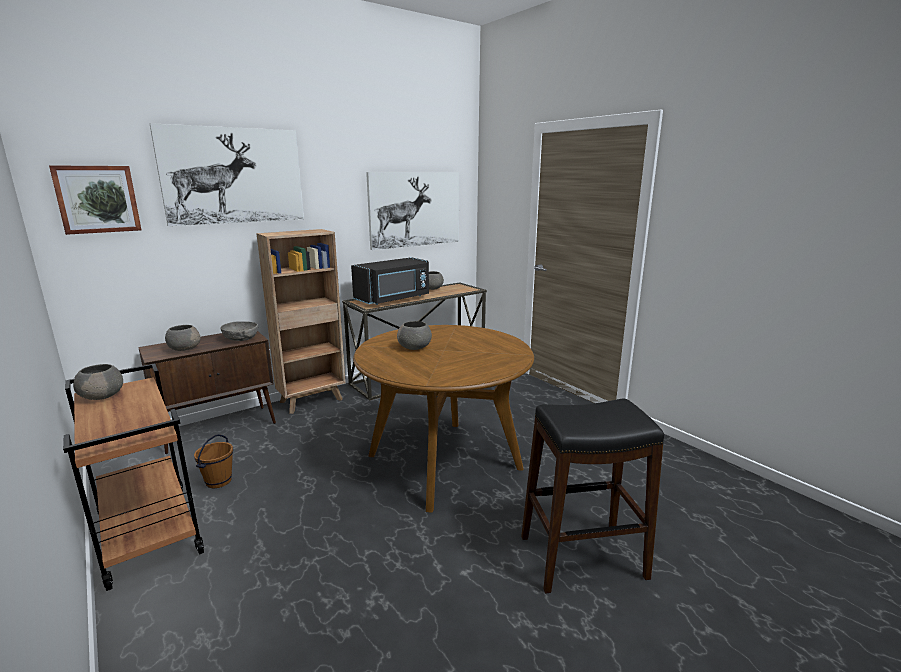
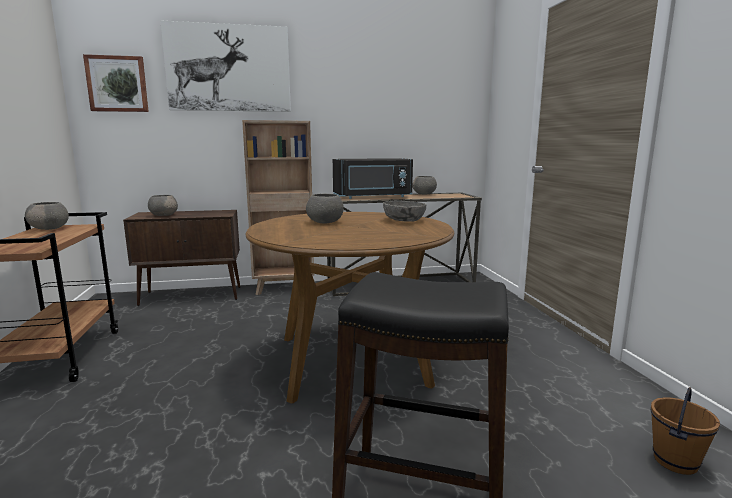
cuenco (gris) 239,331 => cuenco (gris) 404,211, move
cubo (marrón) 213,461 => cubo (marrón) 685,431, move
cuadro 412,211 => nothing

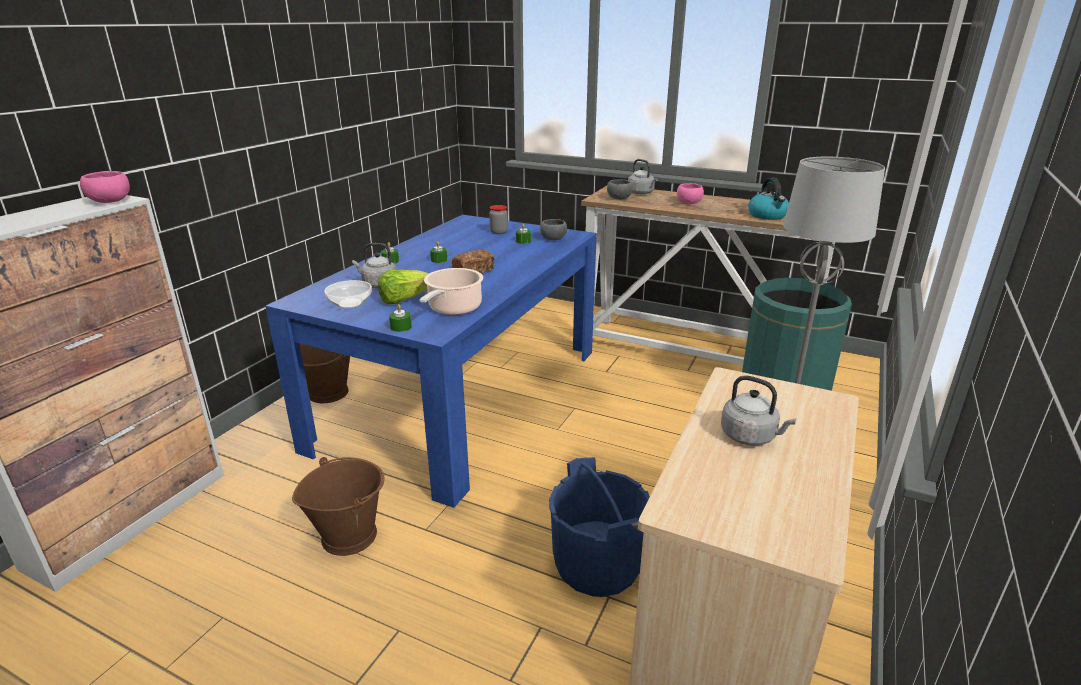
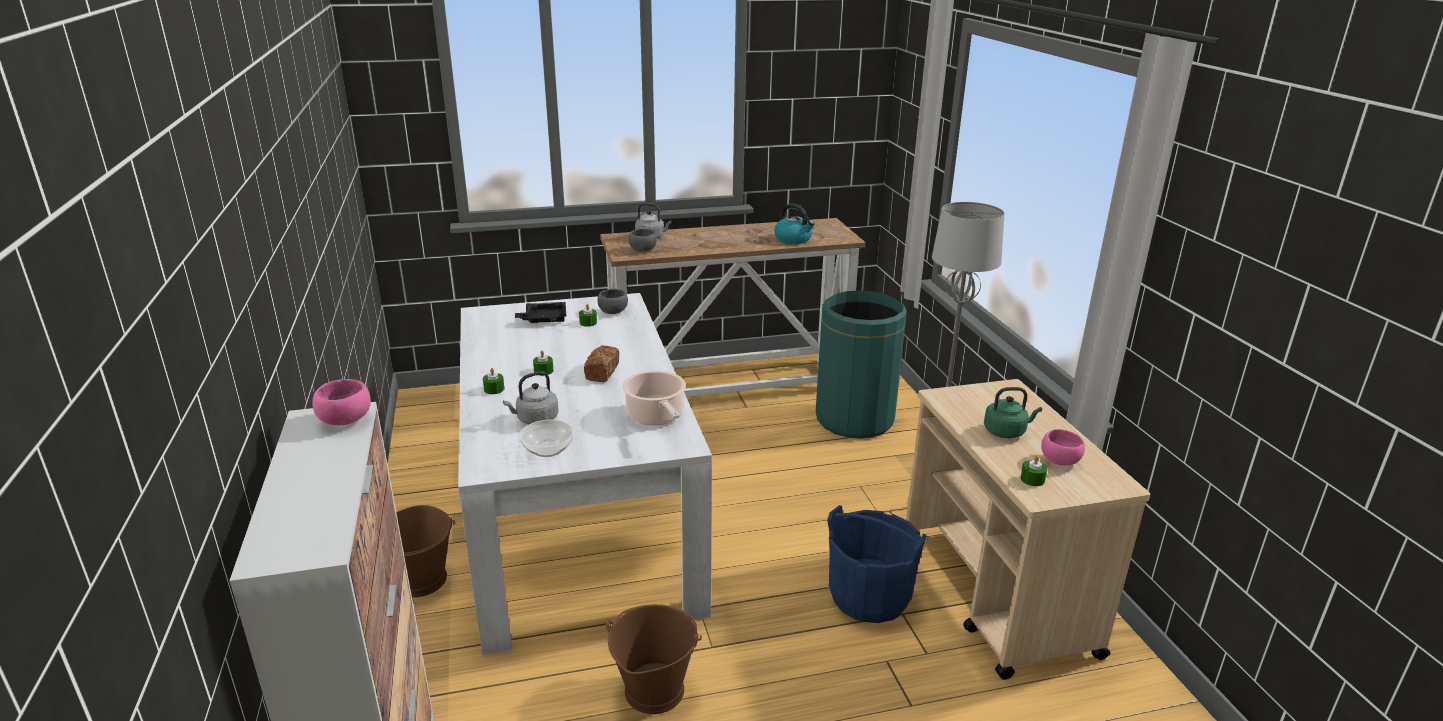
mesa de comedor (azul) 431,361 => mesa de comedor (blanco) 585,474
tarro 498,219 => bandeja (negro) 540,312
hervidor (gris) 758,411 => hervidor (verde) 1013,412
vela (verde) 400,318 => vela (verde) 1033,471, move
cuenco (rosa) 690,193 => cuenco (rosa) 1063,447, move
lechuga 403,287 => nothing

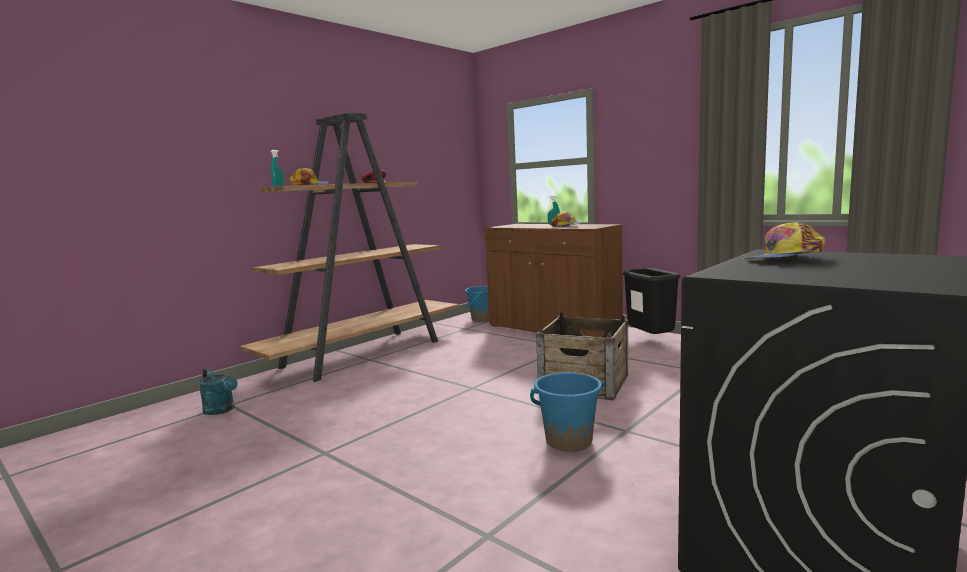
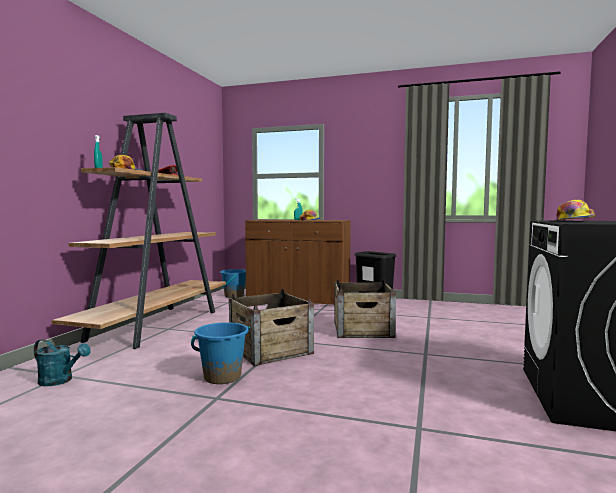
cubo (azul) 567,412 => cubo (azul) 220,353, move
nothing => caja de embalaje 271,327

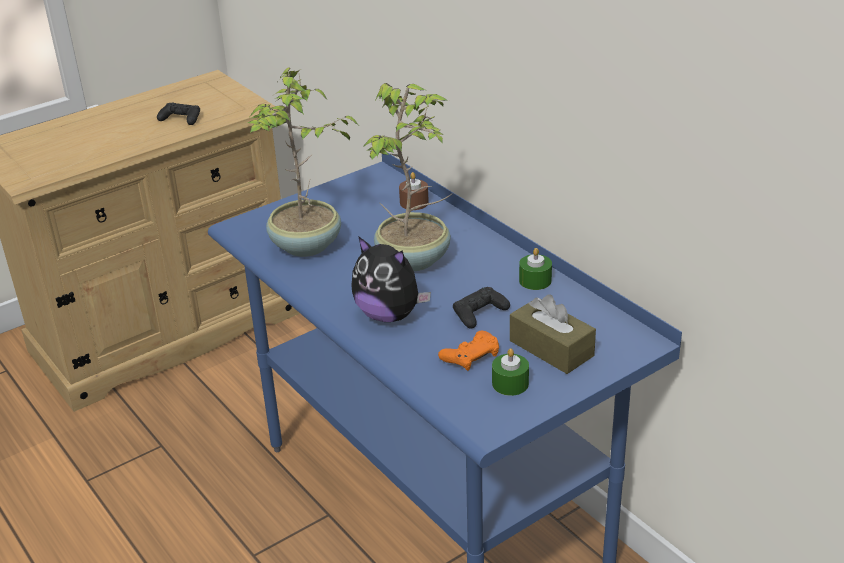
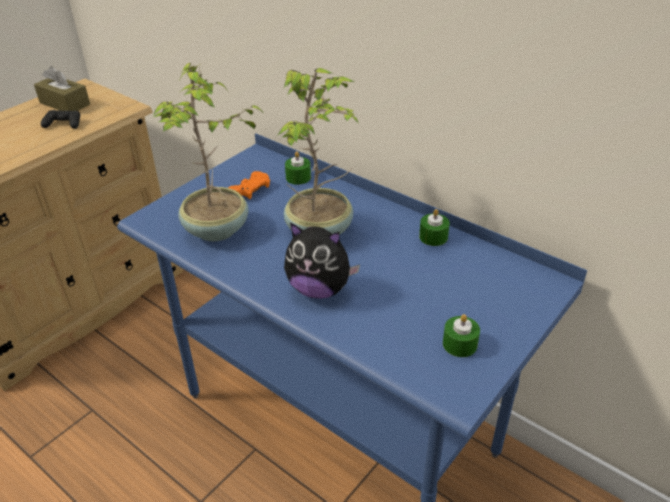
caja de pañuelos (marrón) 553,334 => caja de pañuelos (marrón) 62,88, move
mando de consola (naranja) 468,351 => mando de consola (naranja) 249,185, move
vela (marrón) 414,191 => vela (verde) 298,168
mando de consola (negro) 481,308 => nothing

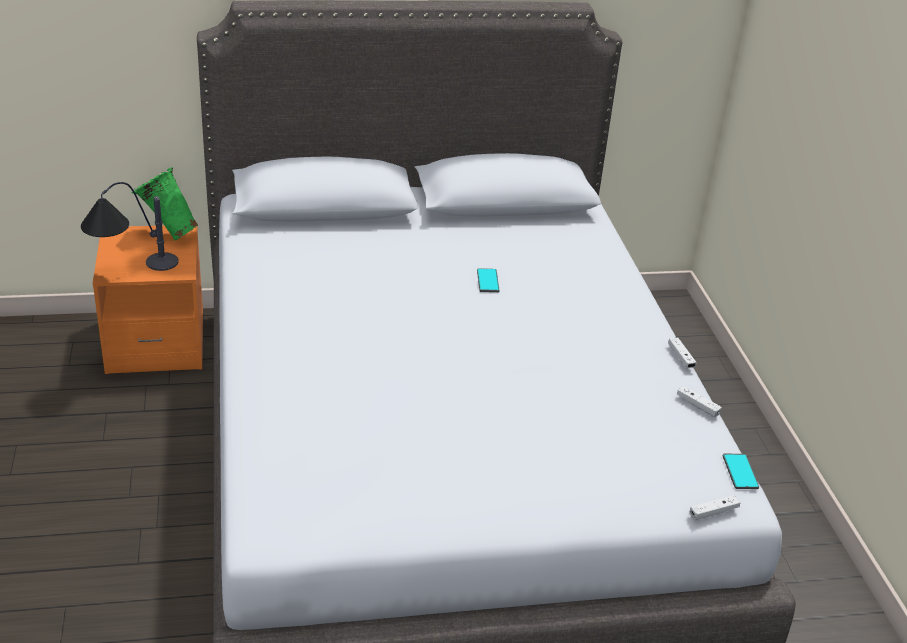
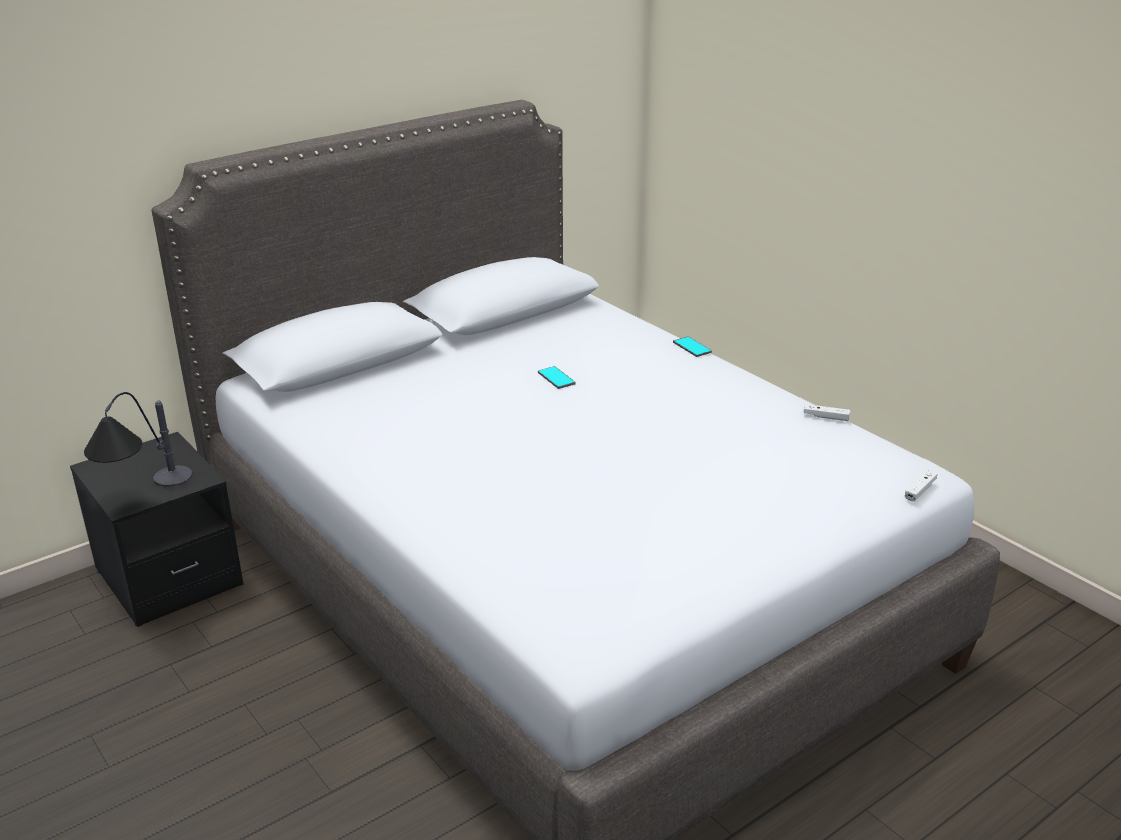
mesita de noche (naranja) 147,300 => mesita de noche (negro) 157,529
móvil 741,471 => móvil 692,346, move
florero (verde) 164,204 => nothing
mando de consola (blanco) 682,352 => nothing

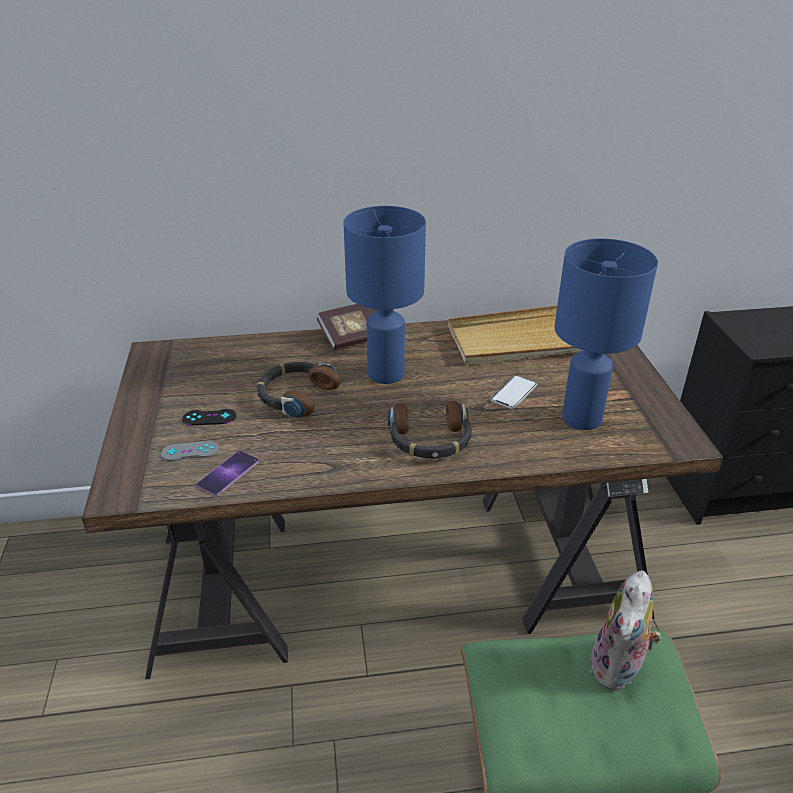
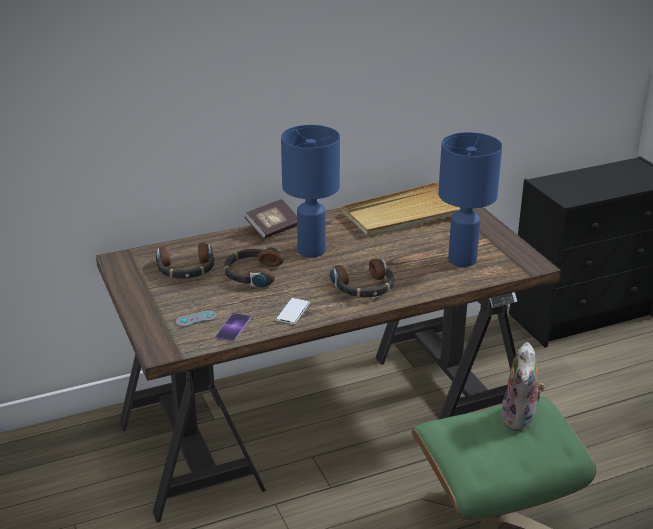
nothing => auriculares 184,261
móvil 513,392 => móvil 292,311, move
mando de consola (negro) 209,417 => nothing

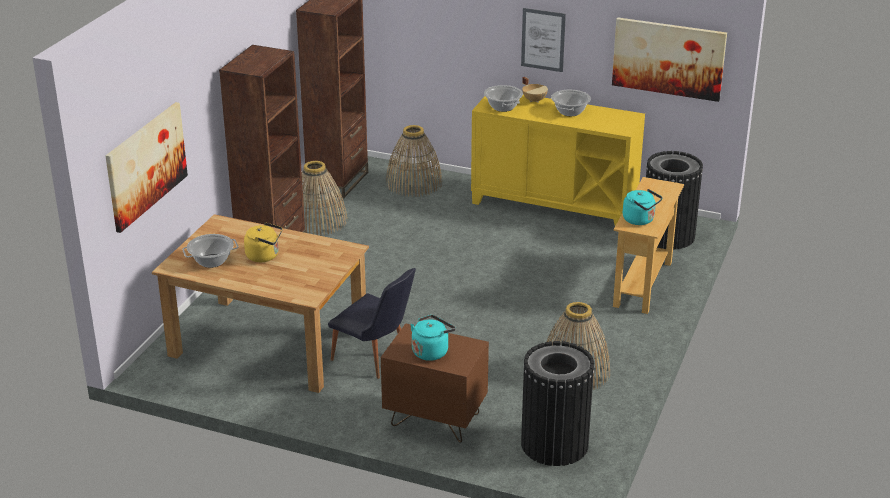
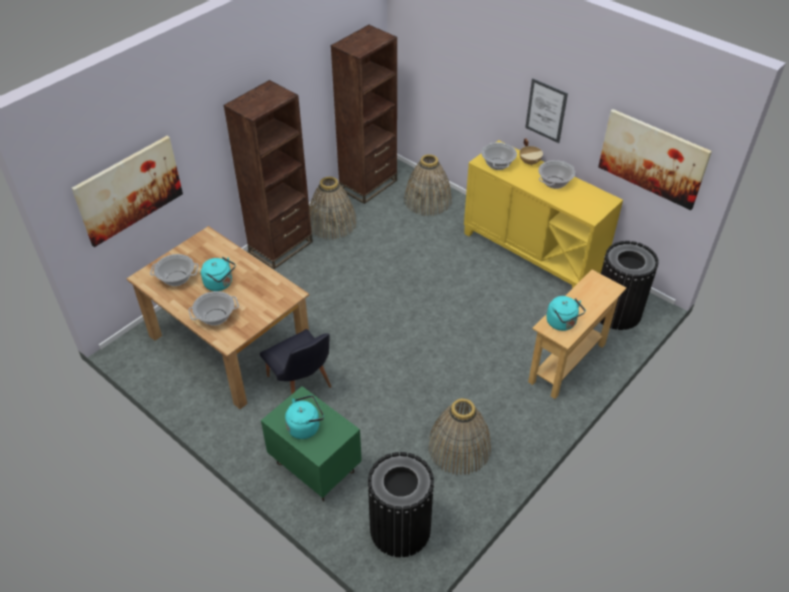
nothing => olla 213,308
hervidor (amarillo) 263,242 => hervidor (turquesa) 218,274
mesita de noche (marrón) 435,383 => mesita de noche (verde) 311,443

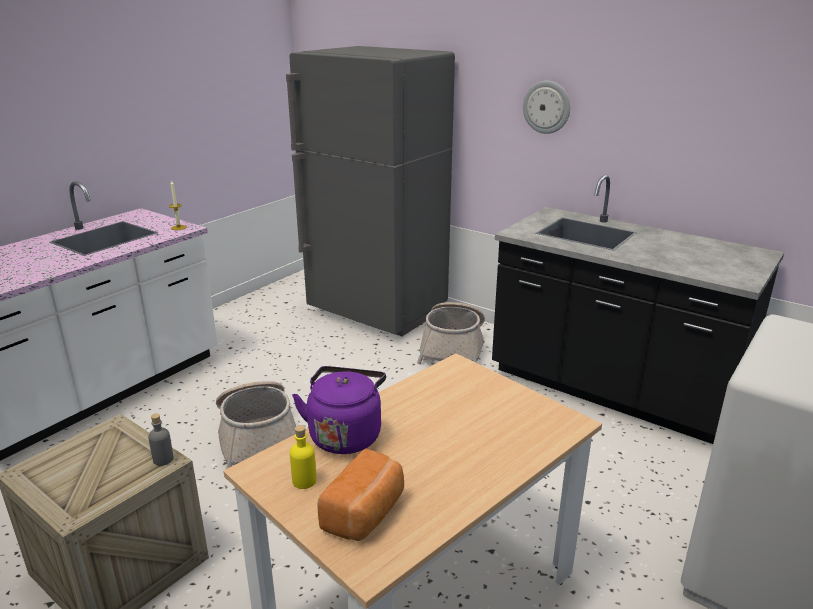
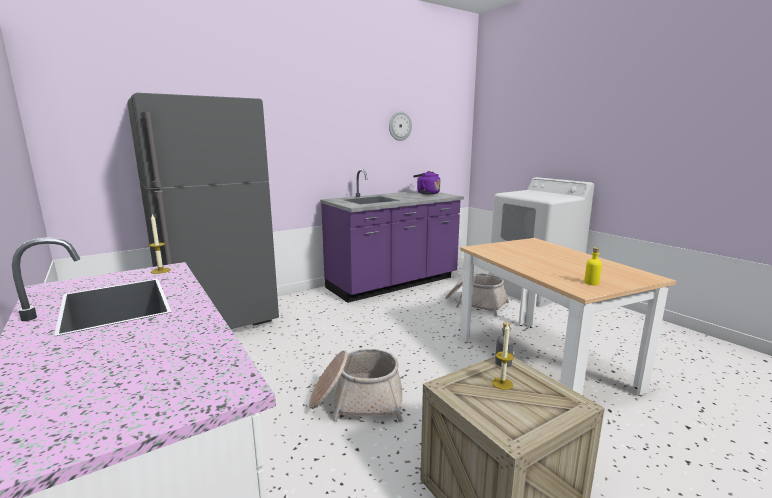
mueble bajo de cocina (negro) 638,309 => mueble bajo de cocina (morado) 392,236
reloj de pared 546,107 => reloj de pared 400,126, move
hervidor (morado) 339,410 => hervidor (morado) 426,183, move
cesta 451,333 => cesta 477,295, move
nothing => vela 503,357
pan 361,495 => nothing

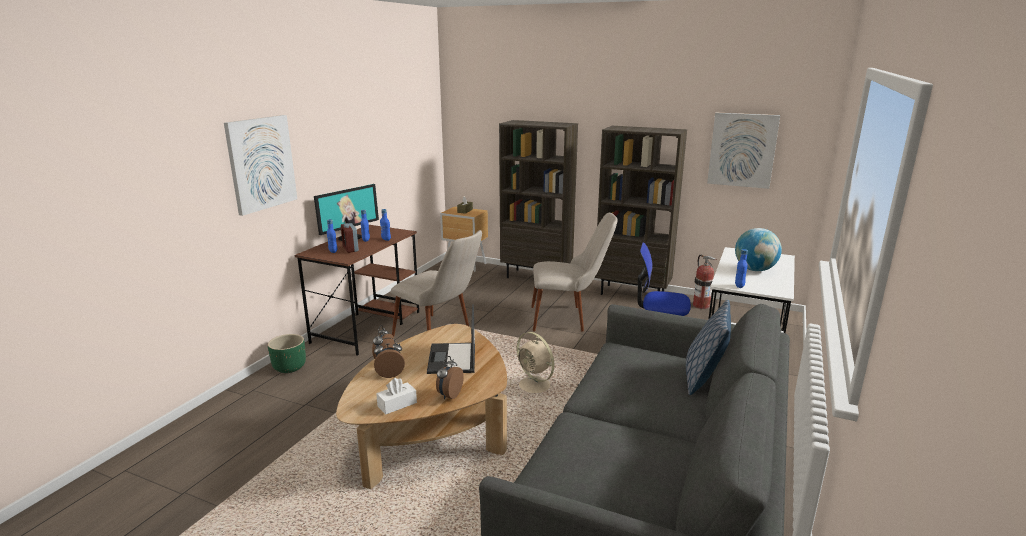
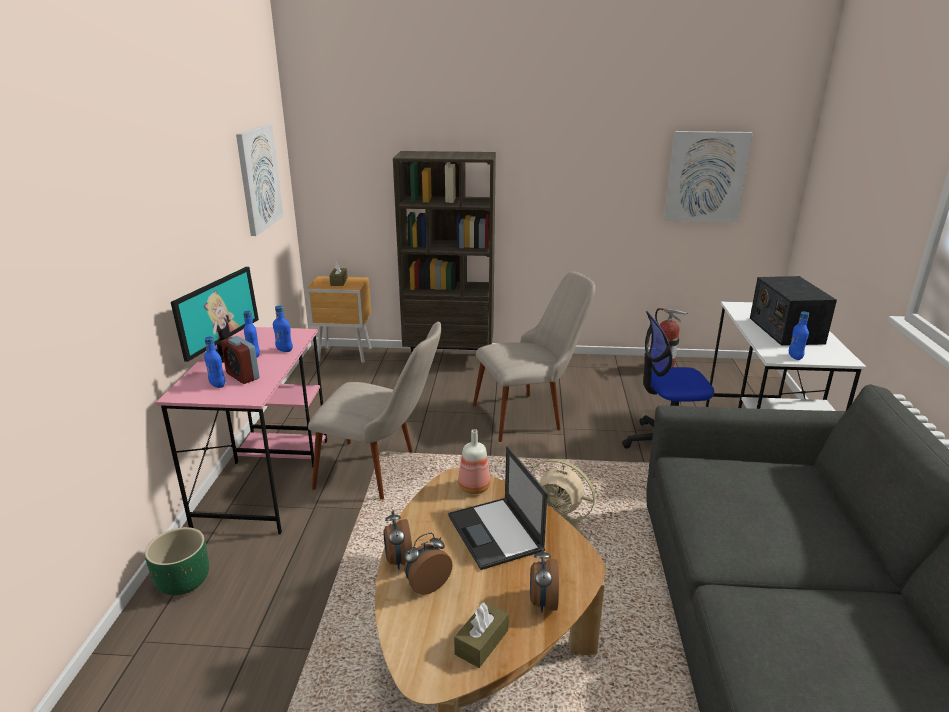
escritorio (marrón) 357,290 => escritorio (rosa) 242,431
cuadro 260,165 => cuadro 259,180, move
caja de pañuelos (blanco) 396,396 => caja de pañuelos (marrón) 481,635
nothing => botella 474,461
globo terráqueo 758,249 => radio 793,311
estantería (marrón) 641,210 => nothing
cojín 708,347 => nothing

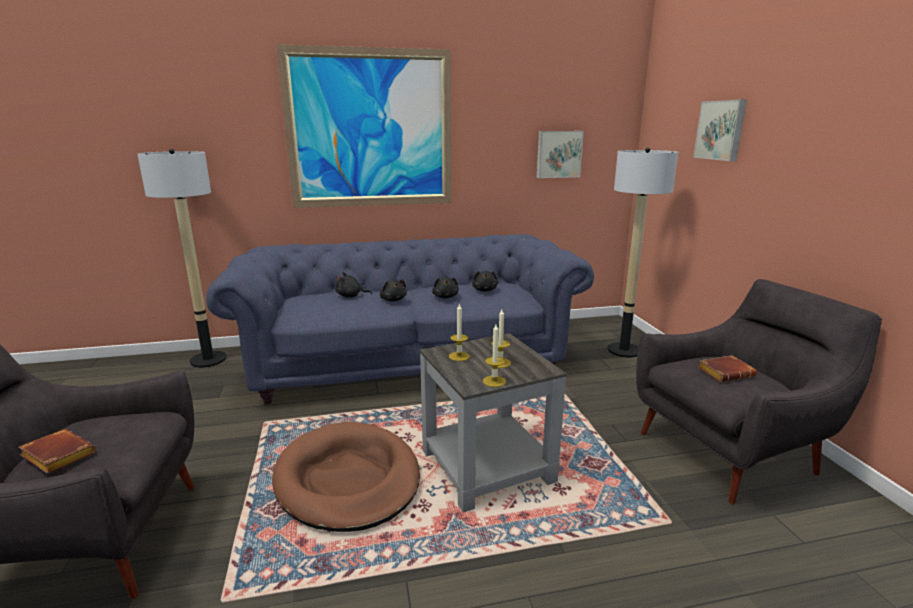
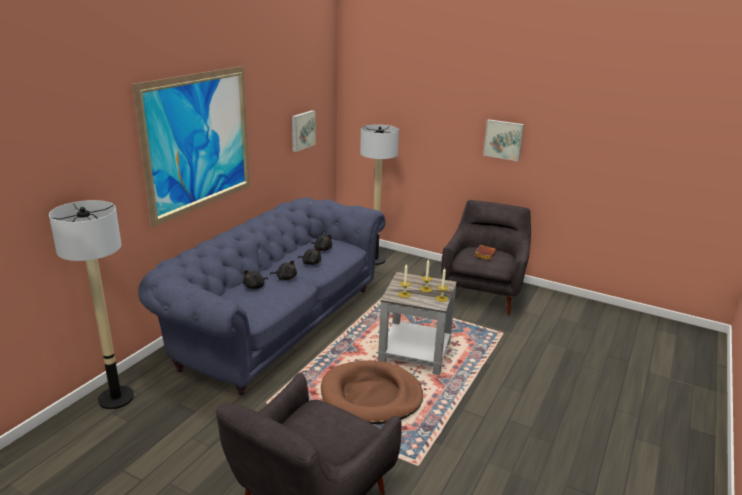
cuadro 720,130 => cuadro 503,140, move
libro (marrón) 57,451 => nothing

